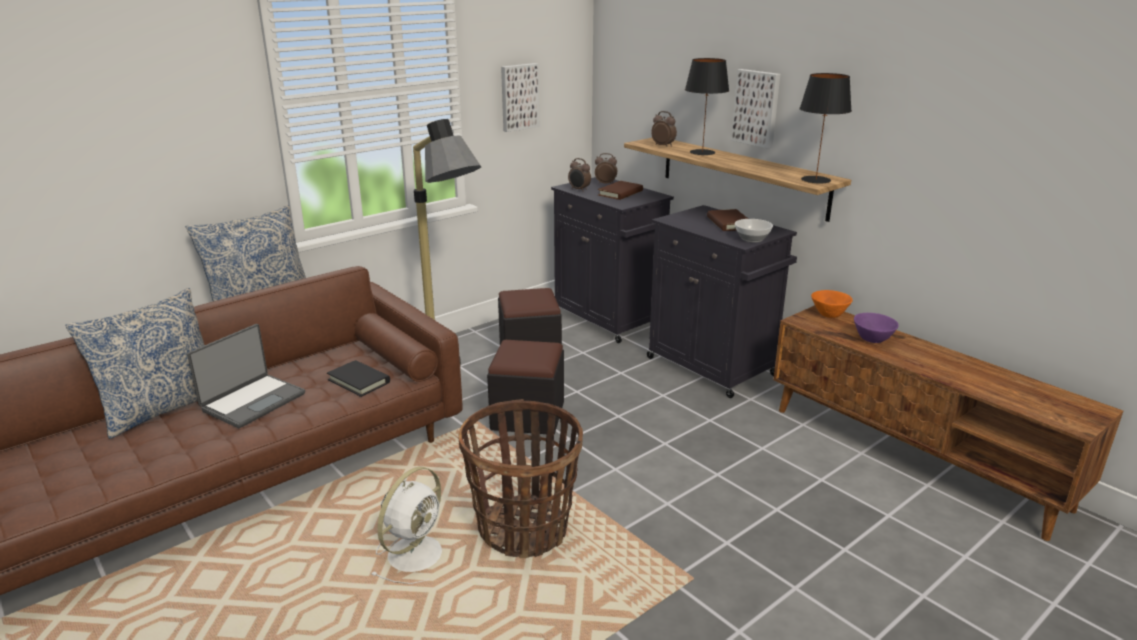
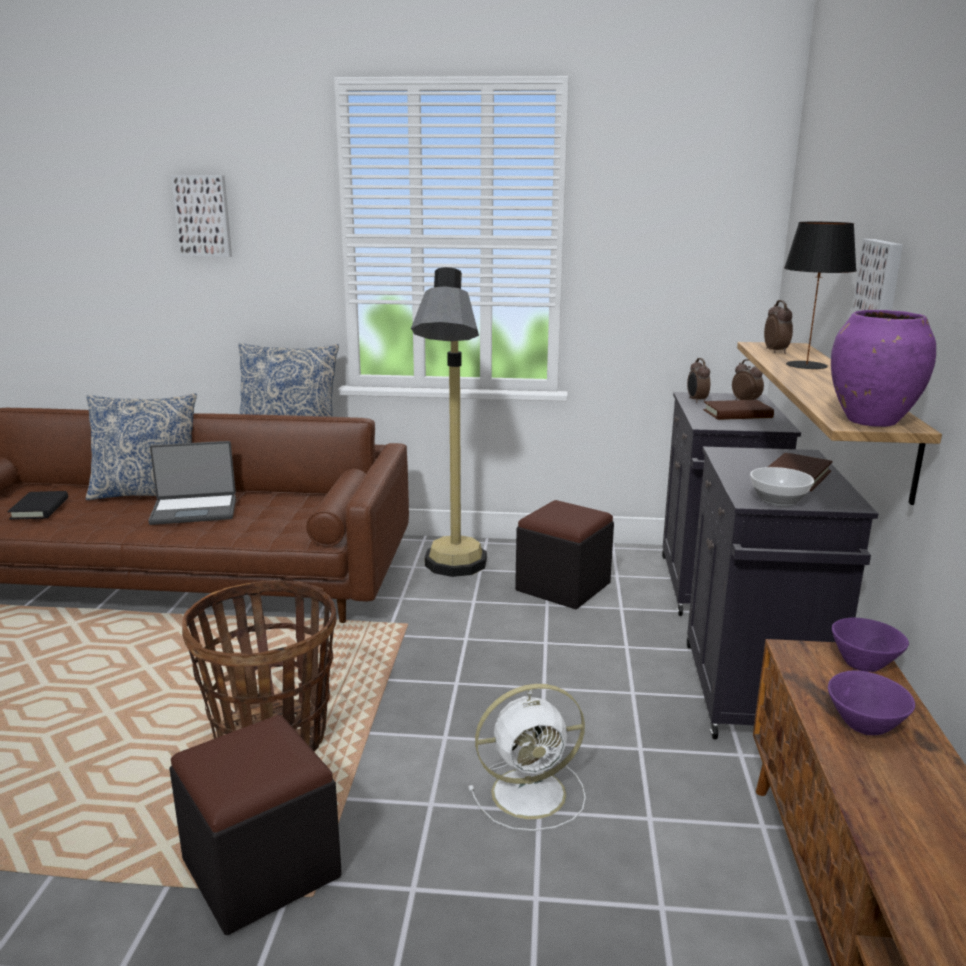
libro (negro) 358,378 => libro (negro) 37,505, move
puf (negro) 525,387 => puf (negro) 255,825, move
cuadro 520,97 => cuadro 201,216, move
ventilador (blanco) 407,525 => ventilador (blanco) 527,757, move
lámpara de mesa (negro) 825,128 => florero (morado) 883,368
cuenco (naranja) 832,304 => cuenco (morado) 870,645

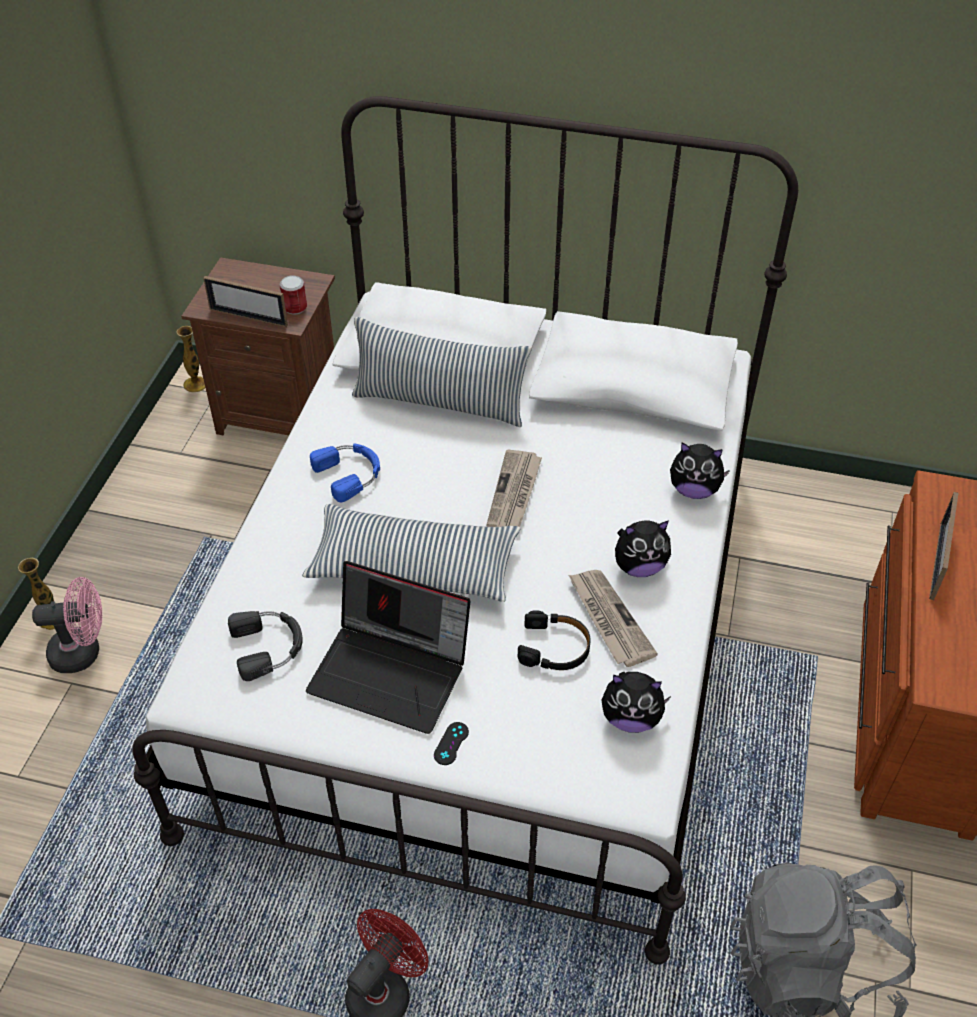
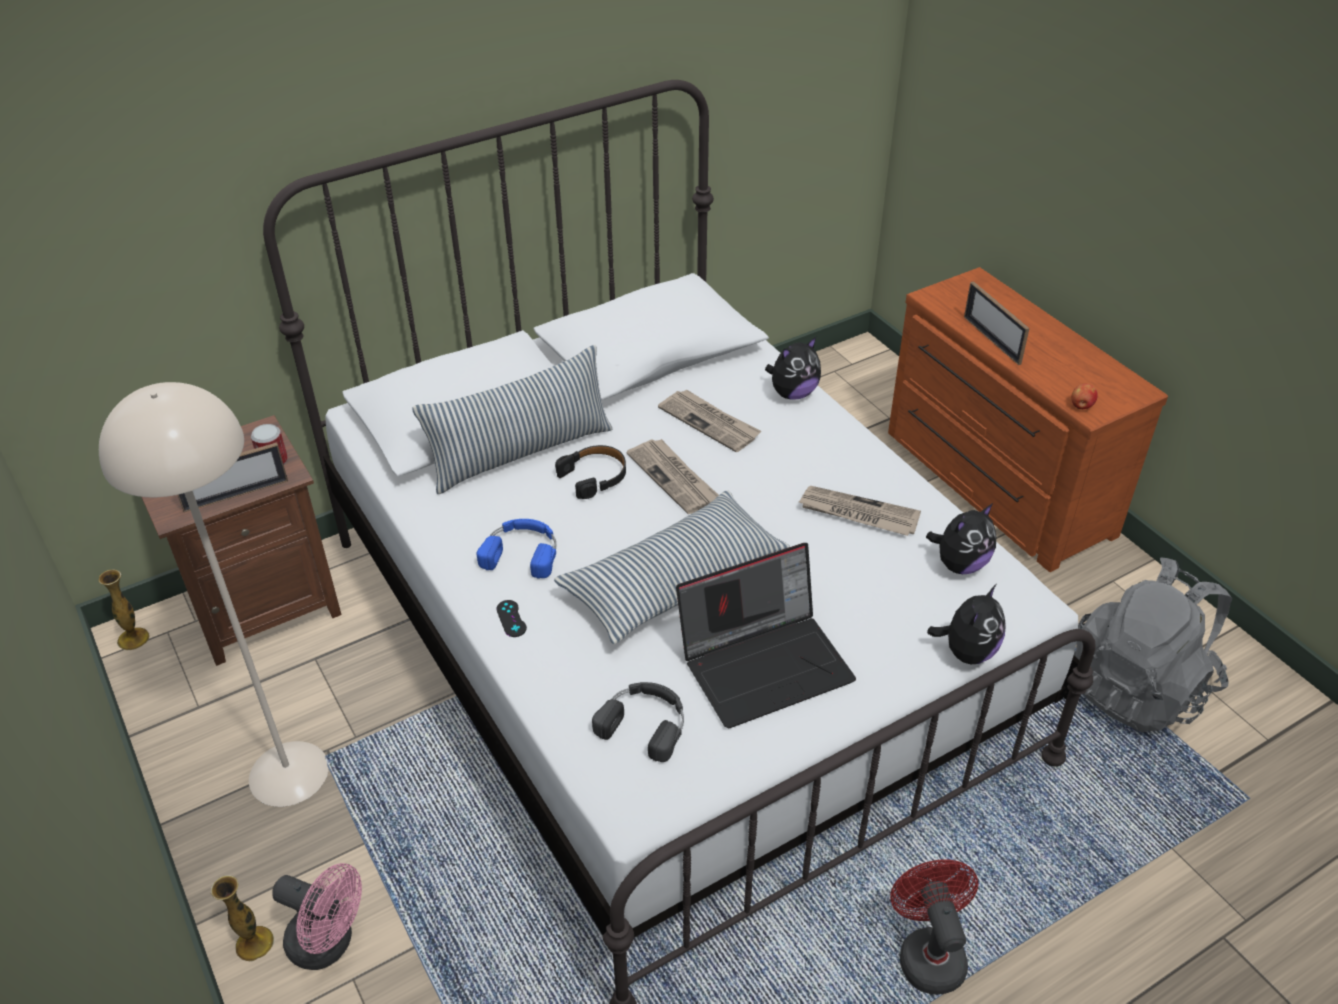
nothing => lámpara de pie (beis) 214,594
ventilador (rosa) 67,625 => ventilador (rosa) 317,916, 75 degrees clockwise
mando de consola (negro) 451,743 => mando de consola (negro) 511,618, move
auriculares (negro) 554,640 => auriculares (negro) 590,472, move
nothing => periódico 709,420
peluche 643,548 => peluche 966,624, move
nothing => manzana 1084,396

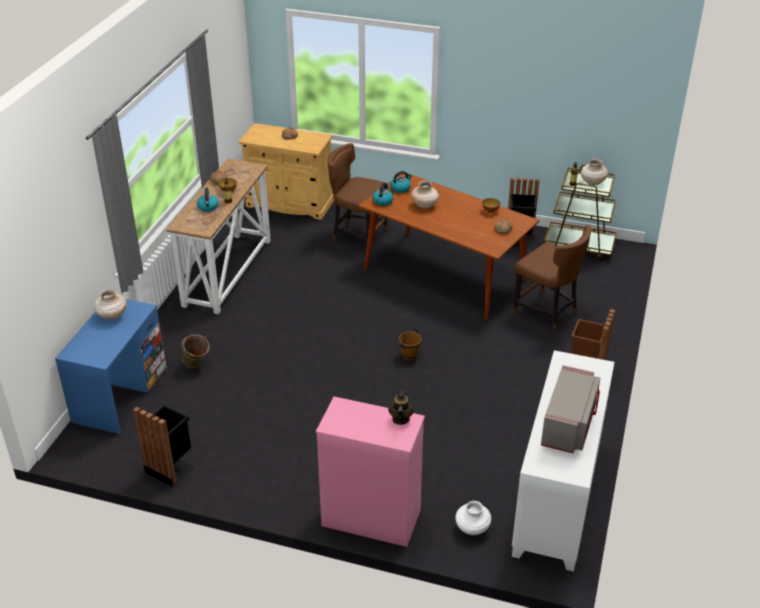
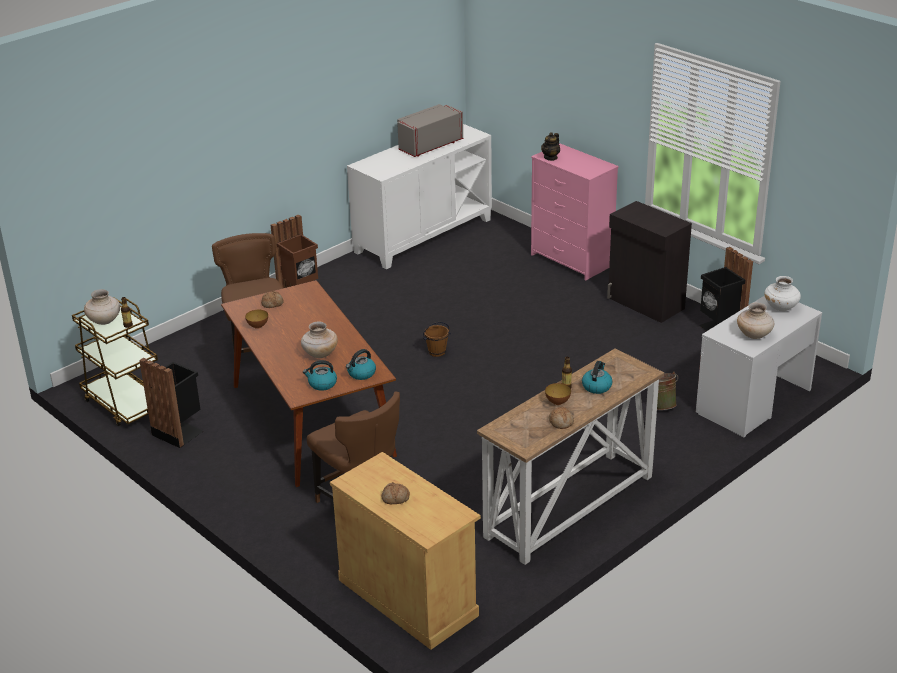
nothing => armario (negro) 649,262
escritorio (azul) 111,366 => escritorio (blanco) 759,366
florero (blanco) 473,518 => florero (blanco) 782,293, move

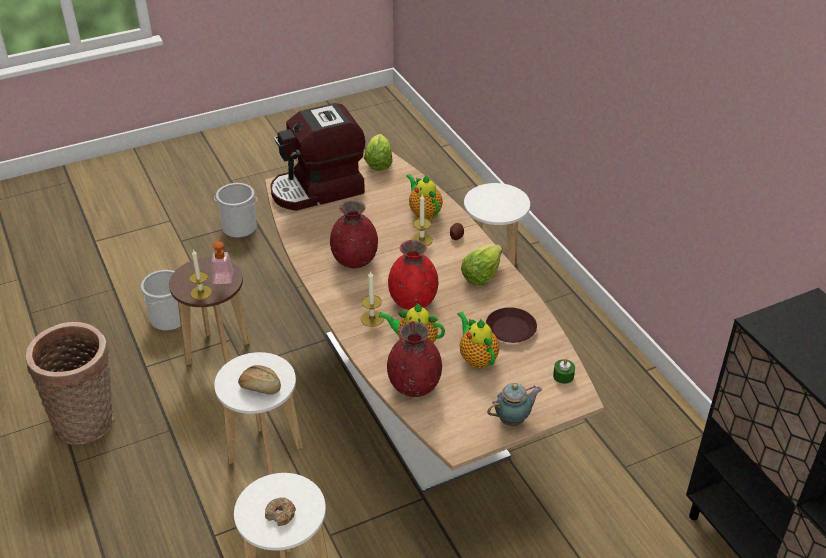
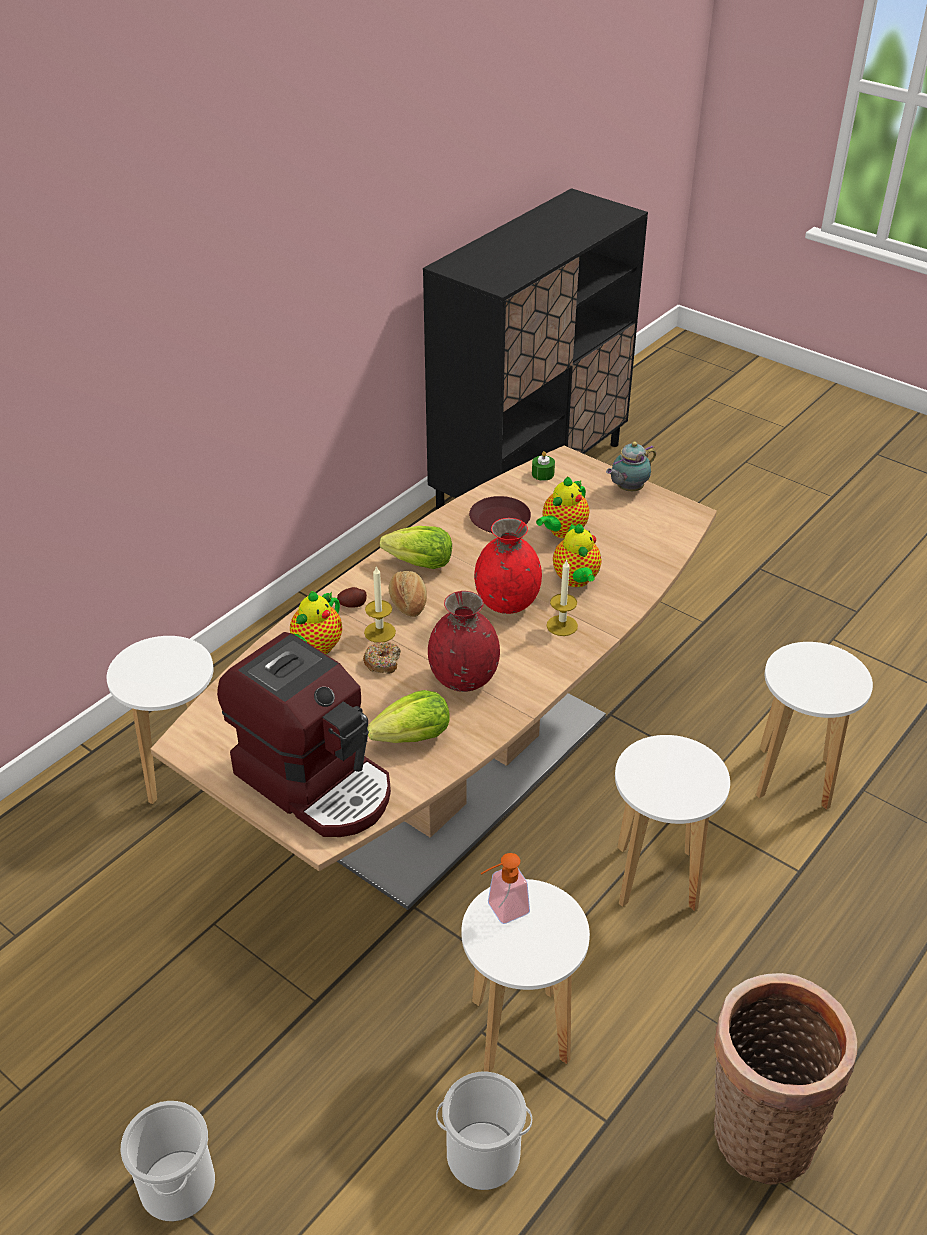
rosquilla 280,511 => rosquilla 382,658, move
lechuga 378,152 => lechuga 408,716, move
pan 259,380 => pan 408,594, move
taburete (marrón) 210,311 => taburete (blanco) 525,975
tetera 514,404 => tetera 631,466, 75 degrees counterclockwise
vela 200,274 => nothing
florero (rojo) 414,359 => nothing

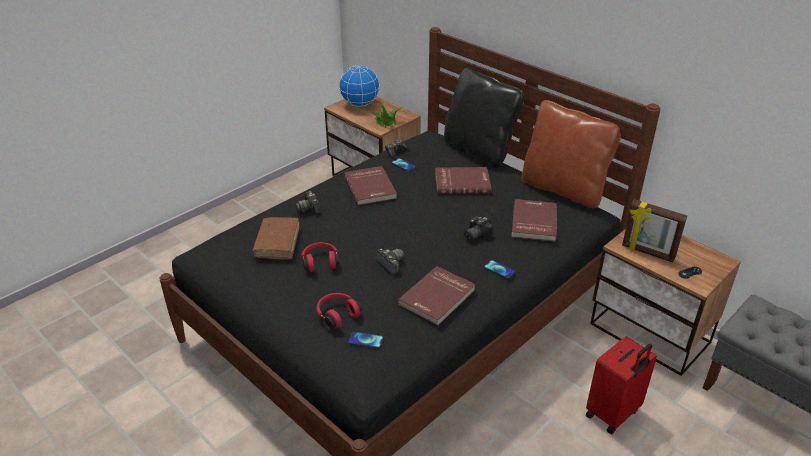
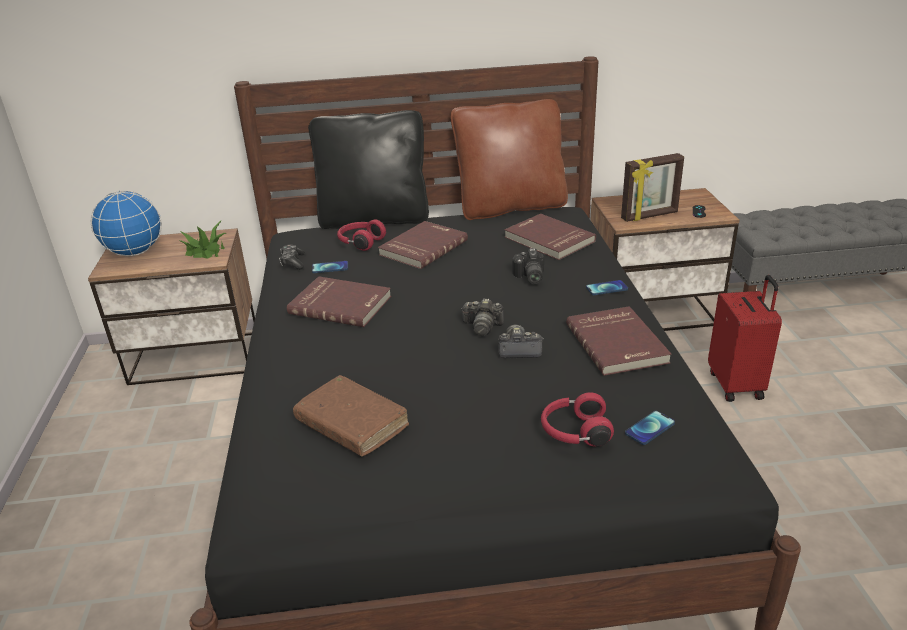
auriculares (rojo) 320,257 => auriculares (rojo) 361,235, move
cámara 307,202 => cámara 482,317, move

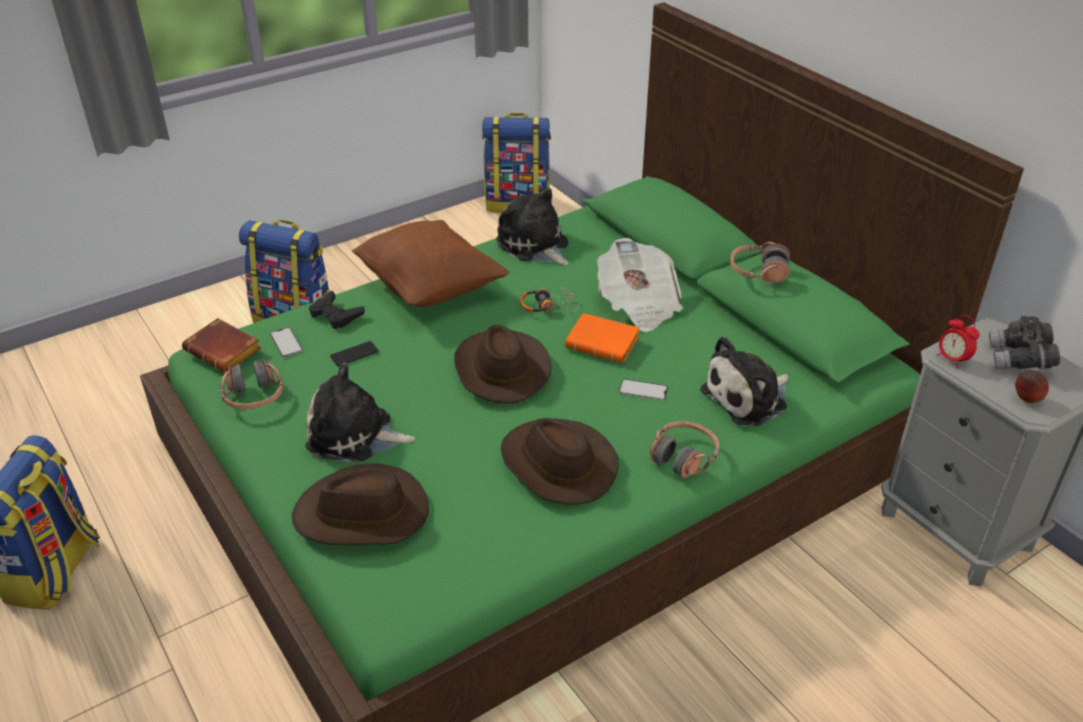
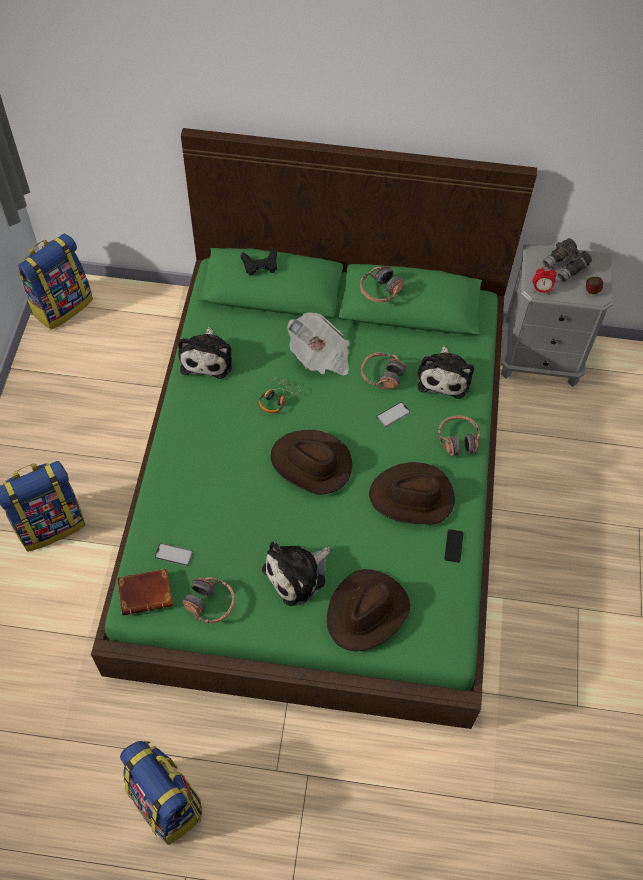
peluche 532,226 => peluche 205,353, 90 degrees counterclockwise
mando de consola (negro) 337,310 => mando de consola (negro) 259,262, move
nothing => auriculares 383,370
móvil 354,353 => móvil 454,545, move
cojín (marrón) 430,263 => nothing
libro (naranja) 602,338 => nothing

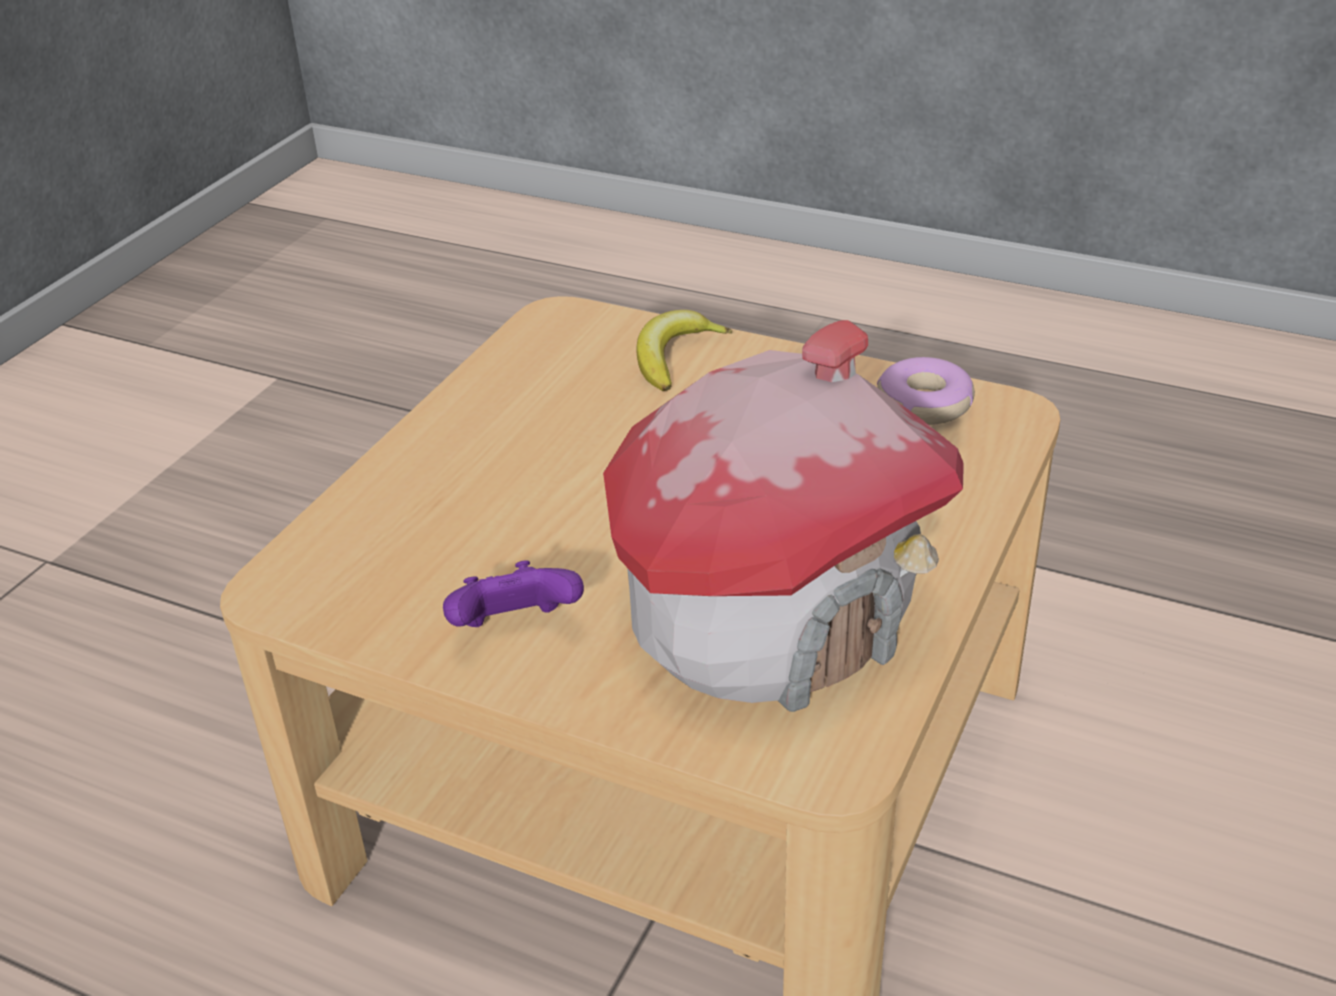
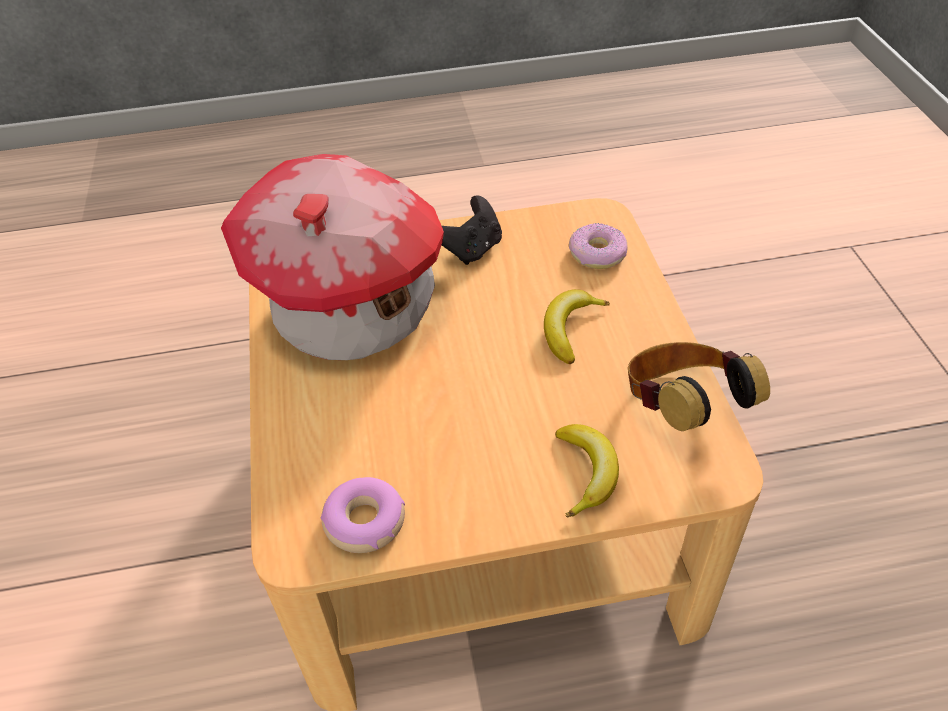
mando de consola (morado) 513,593 => mando de consola (negro) 472,230
nothing => plátano 577,326
nothing => rosquilla 598,246
nothing => auriculares 699,386

